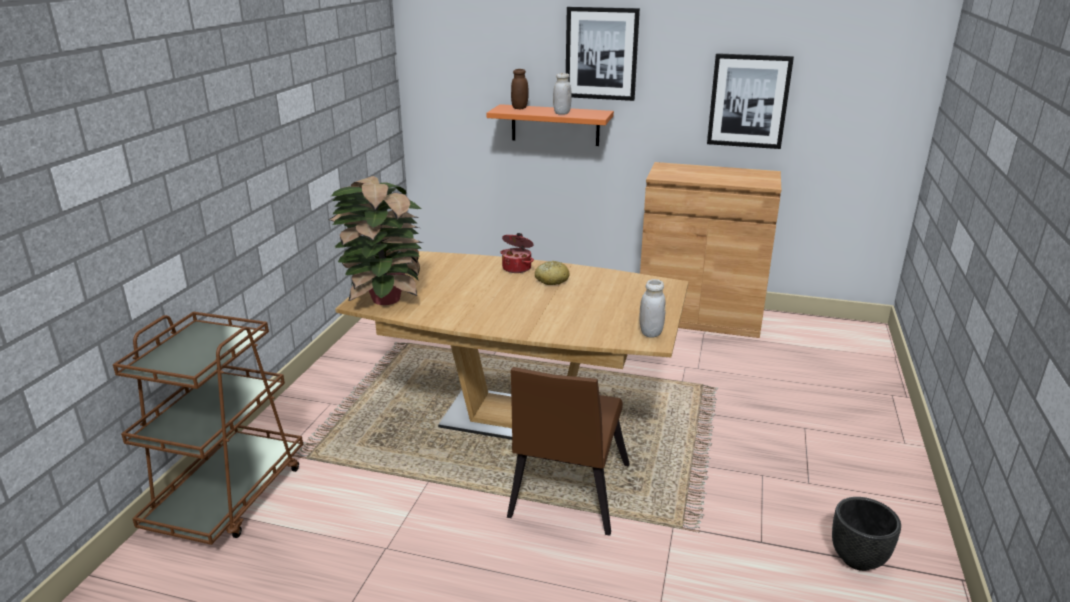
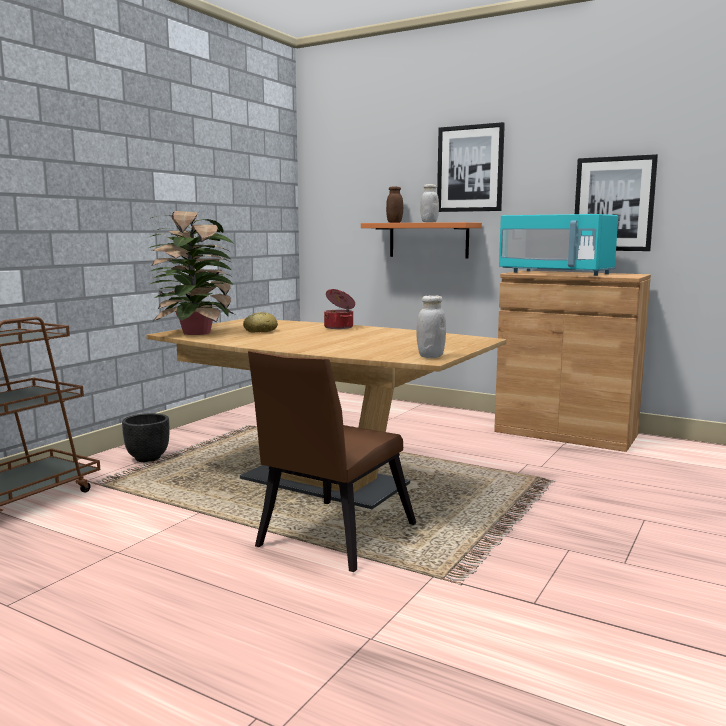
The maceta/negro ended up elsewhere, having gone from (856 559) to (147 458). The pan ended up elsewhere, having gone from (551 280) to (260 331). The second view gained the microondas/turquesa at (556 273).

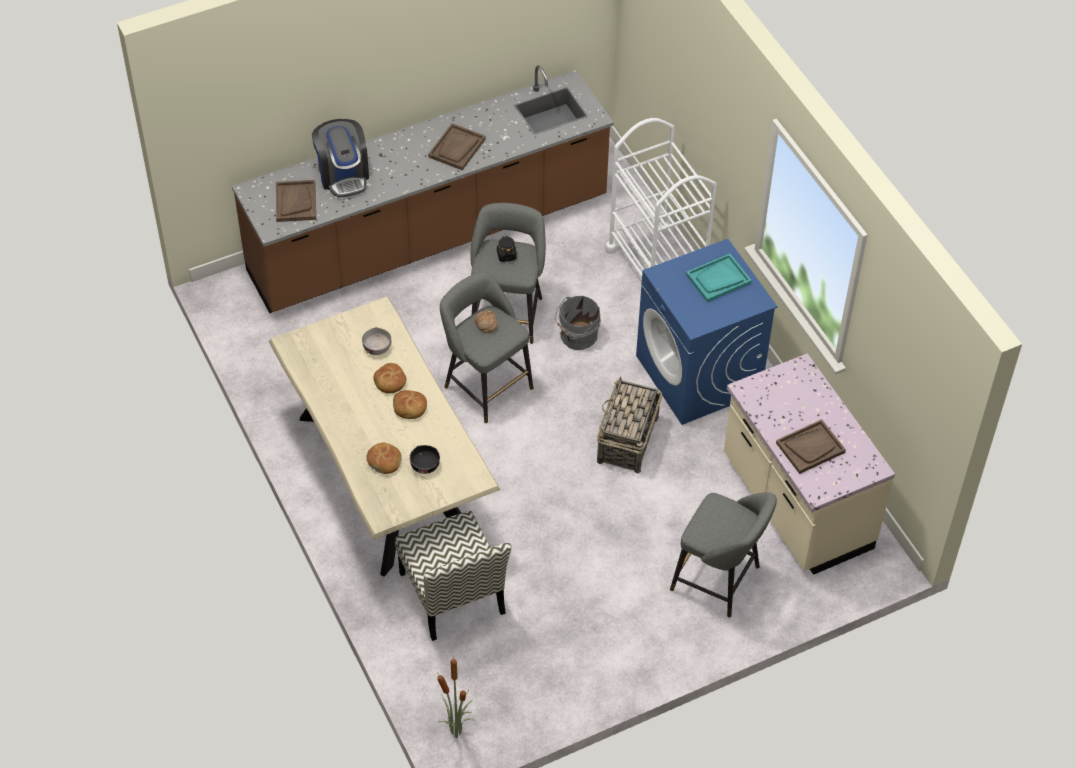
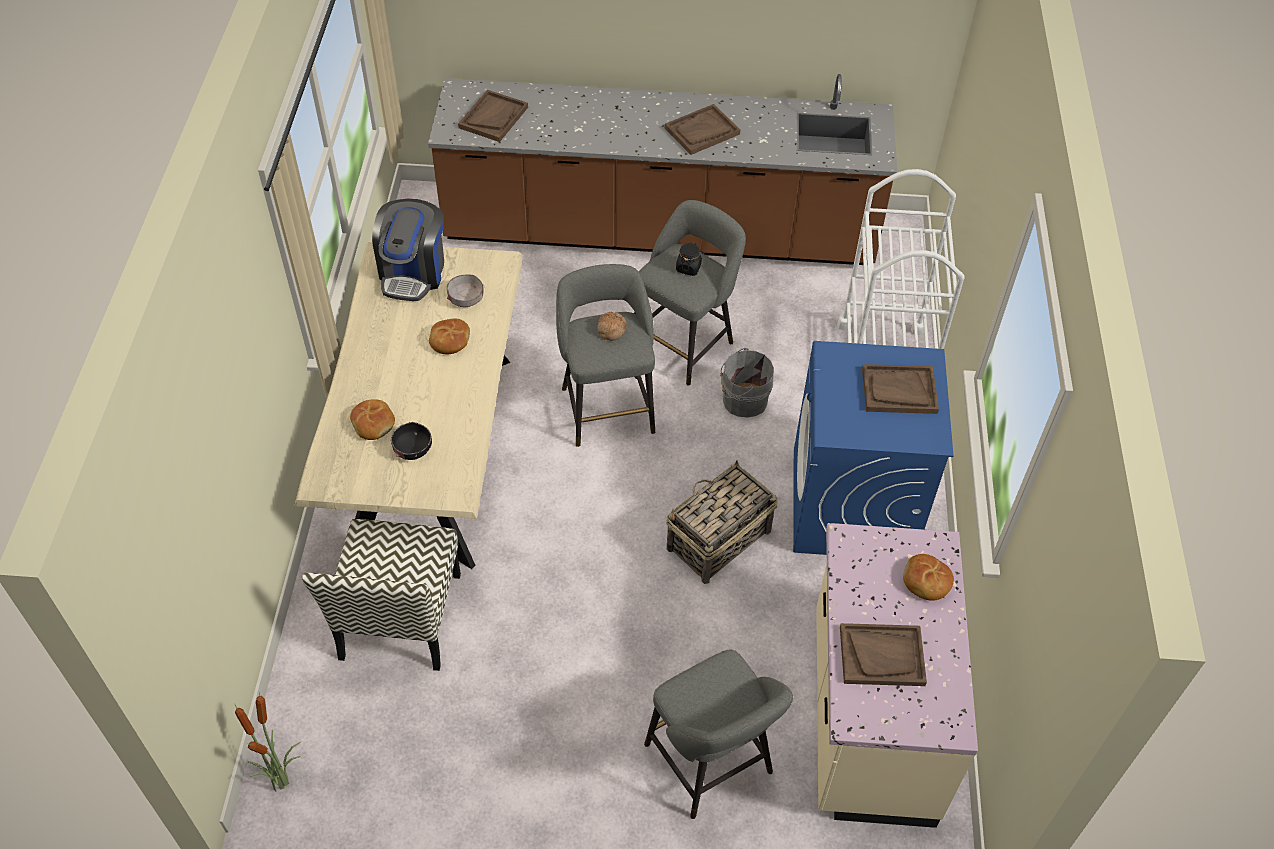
The cafetera ended up elsewhere, having gone from (343 175) to (413 272). What was the bandeja/turquesa at (718 279) turned into the bandeja/marrón at (899 391). The pan ended up elsewhere, having gone from (409 408) to (926 582).

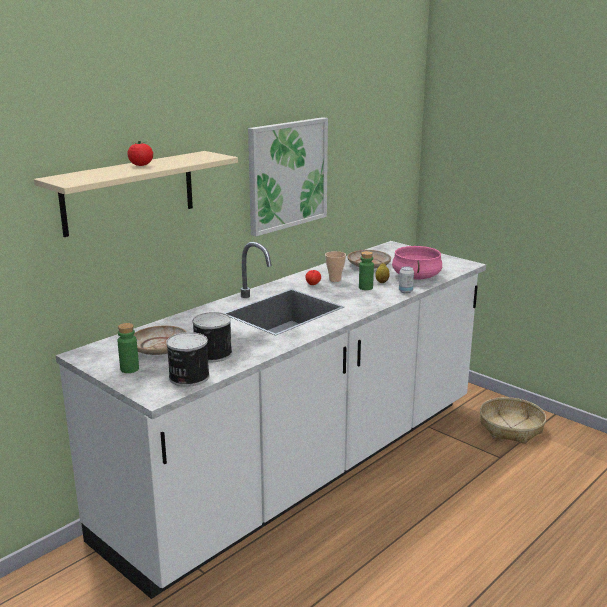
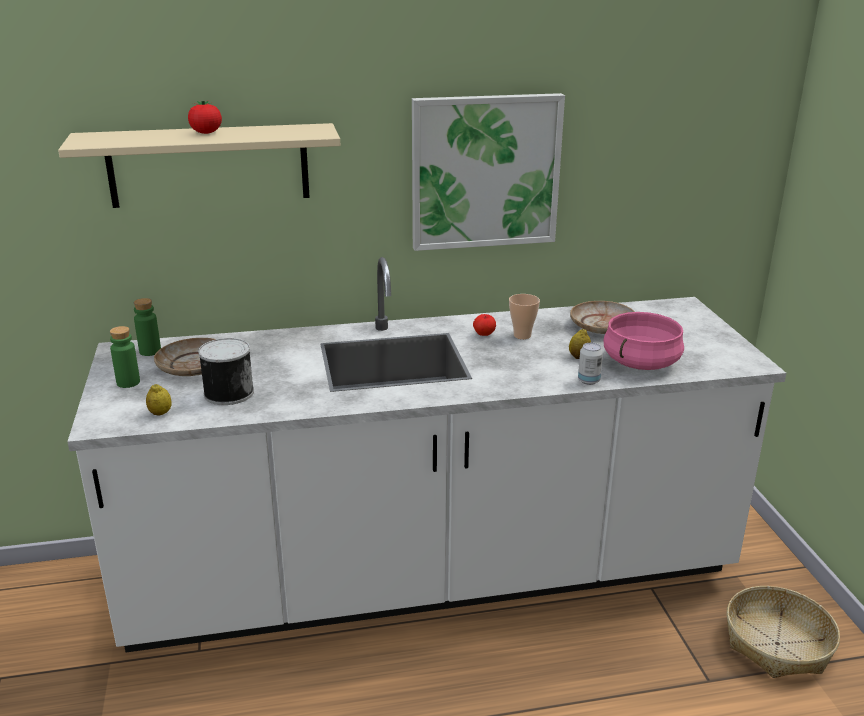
The botella/verde ended up elsewhere, having gone from (365 288) to (150 351). Where the lata stood at (188 377), the limón came to stand at (160 413).

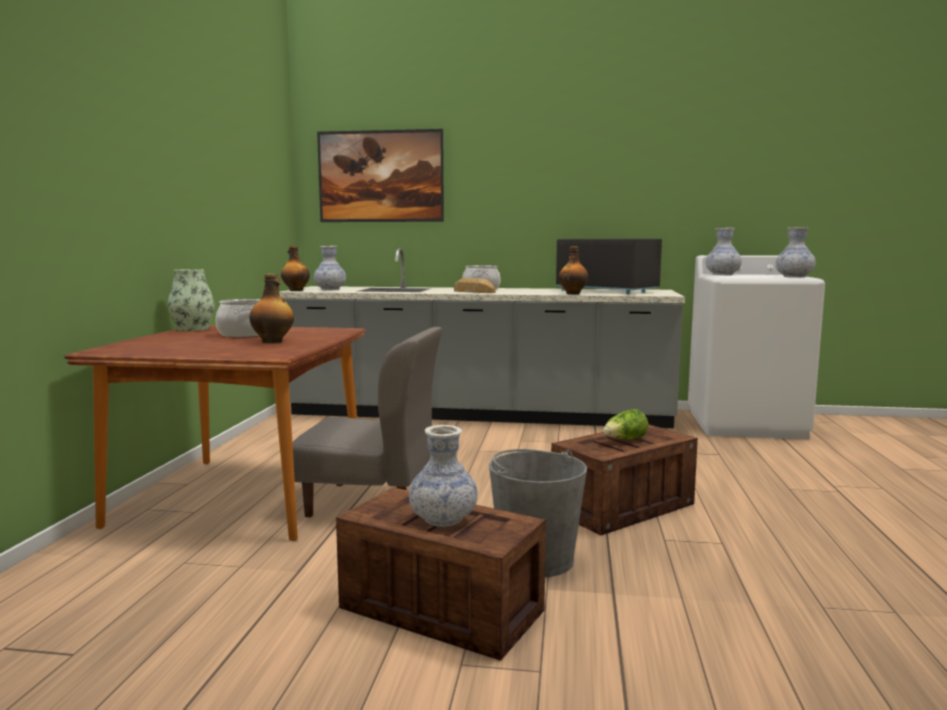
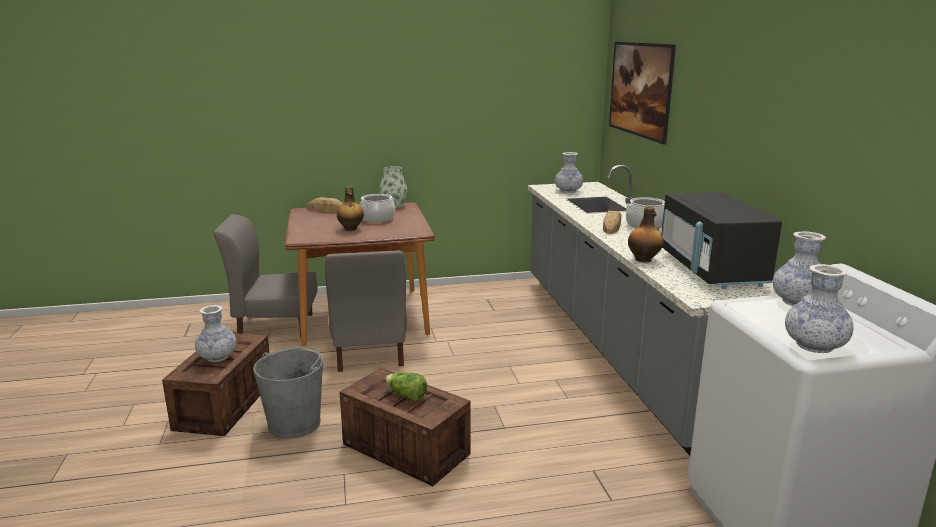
The second view gained the silla/gris at (275 326). The second view gained the pan at (326 210). The microondas/negro at (606 291) ended up facing another way, 150 degrees clockwise from before. The second view lost the botella at (295 290).

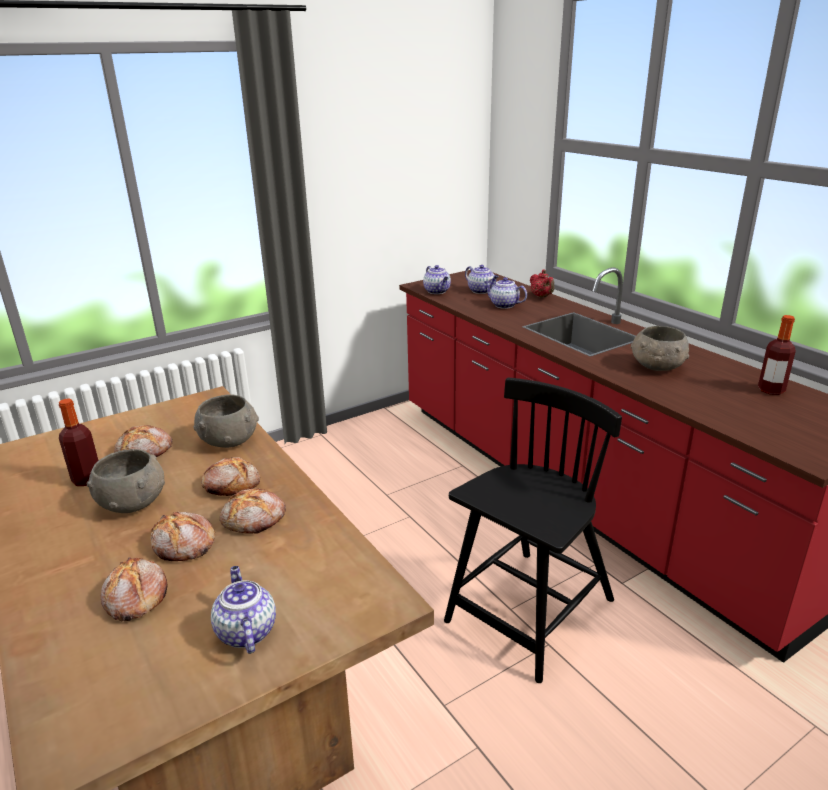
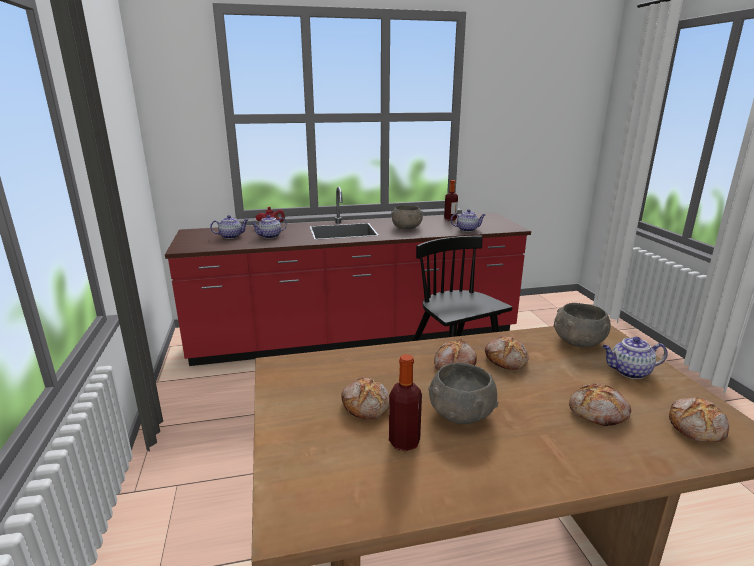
The tetera ended up elsewhere, having gone from (437 291) to (467 229). The cuenco/gris ended up elsewhere, having gone from (229 440) to (578 341). The pan ended up elsewhere, having gone from (183 545) to (697 427).

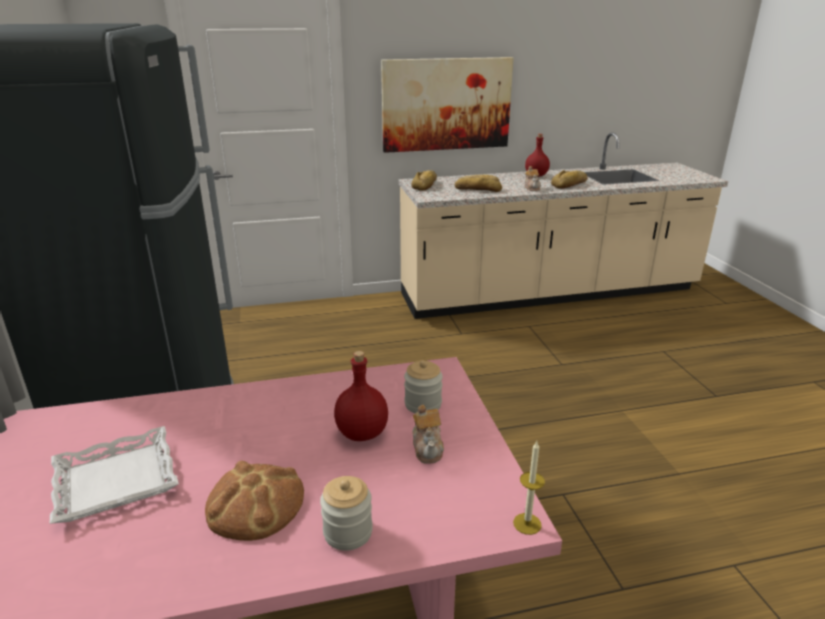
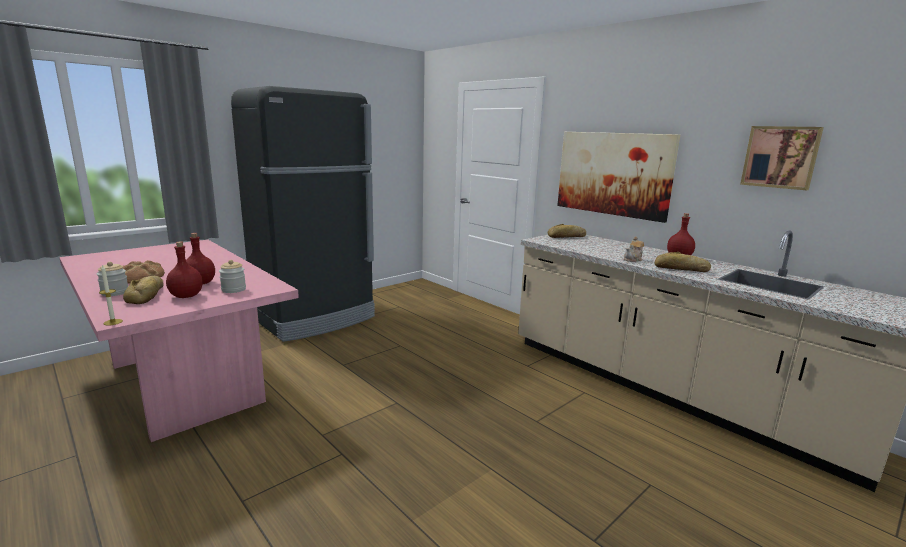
The pan ended up elsewhere, having gone from (478 189) to (147 295). Where the tetera stood at (428 448), the botella/rojo came to stand at (187 296). The second view gained the cuadro at (780 157). The second view lost the bandeja/blanco at (116 482).

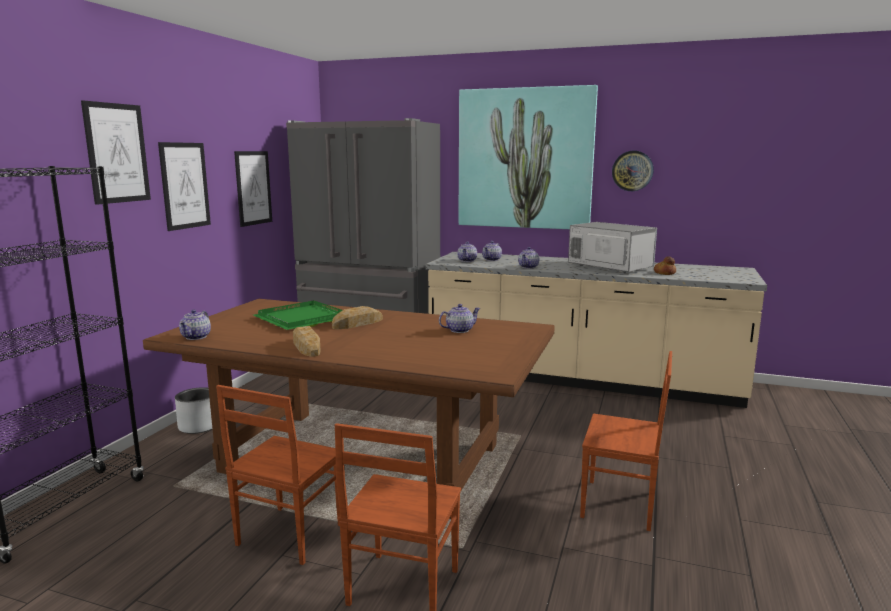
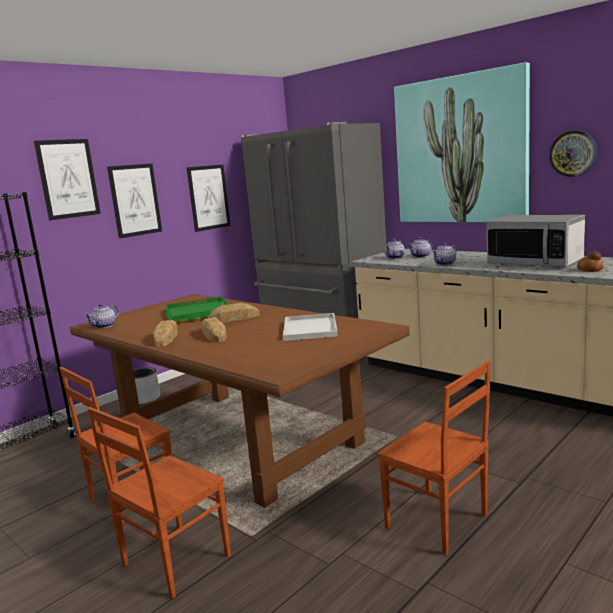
The second view gained the pan at (214 335). Where the tetera stood at (459 330), the bandeja/blanco came to stand at (309 328). The microondas at (609 267) ended up facing another way, 150 degrees clockwise from before.

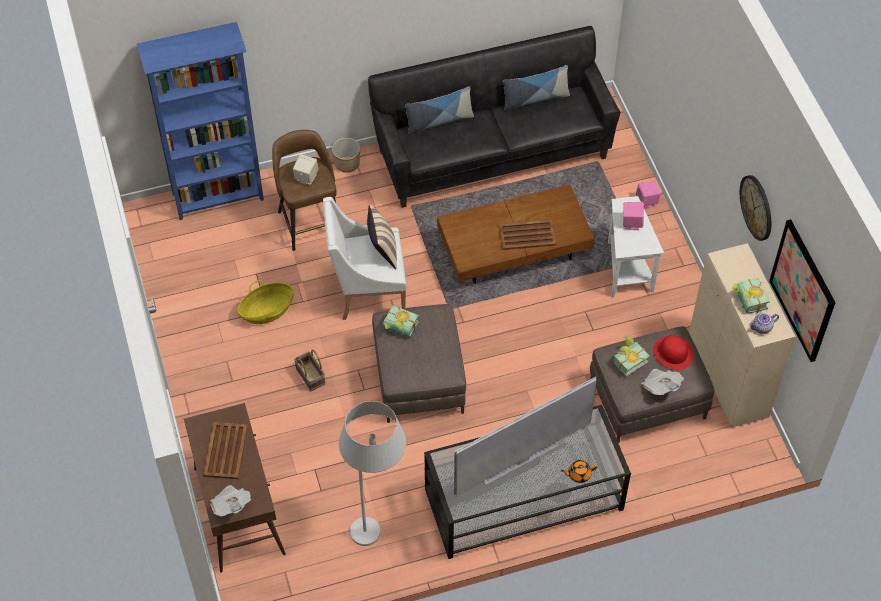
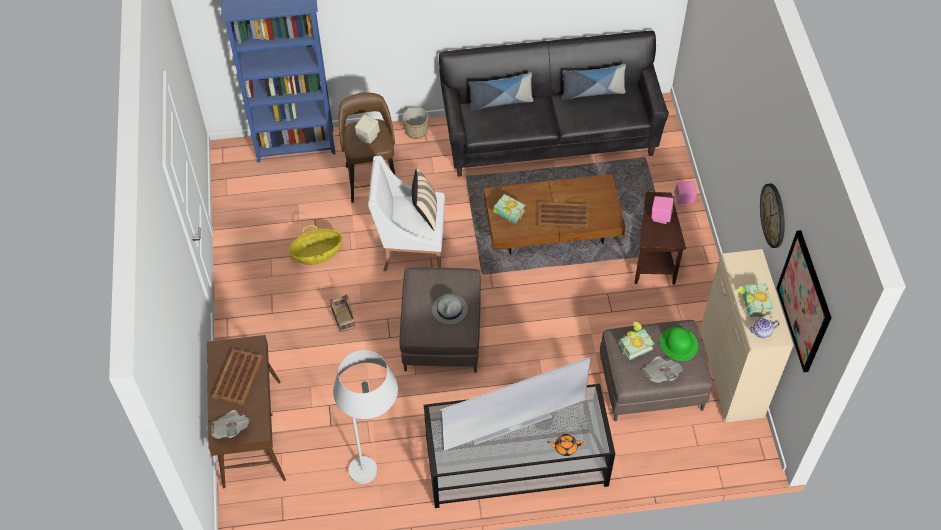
The second view gained the sombrero/gris at (450 309). The libro ended up elsewhere, having gone from (399 329) to (507 215). What was the mesa auxiliar/blanco at (626 271) turned into the mesa auxiliar/marrón at (653 261). What was the sombrero/rojo at (673 353) turned into the sombrero/verde at (678 344).

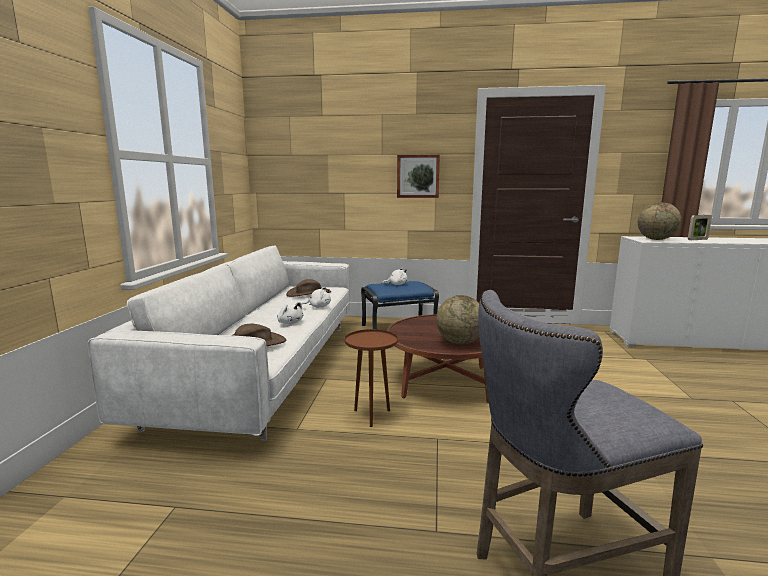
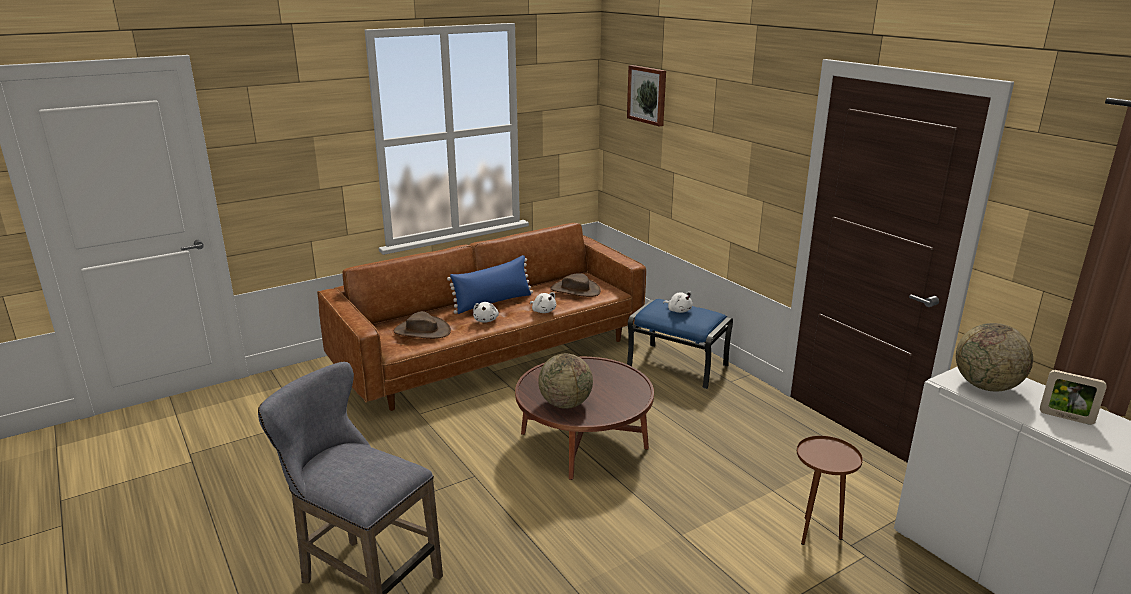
What was the sofá/blanco at (266 368) turned into the sofá/marrón at (491 353). The second view gained the cojín/azul at (493 302). The cuadro ended up elsewhere, having gone from (418 176) to (647 95). The mesa auxiliar/marrón ended up elsewhere, having gone from (371 415) to (816 533).

